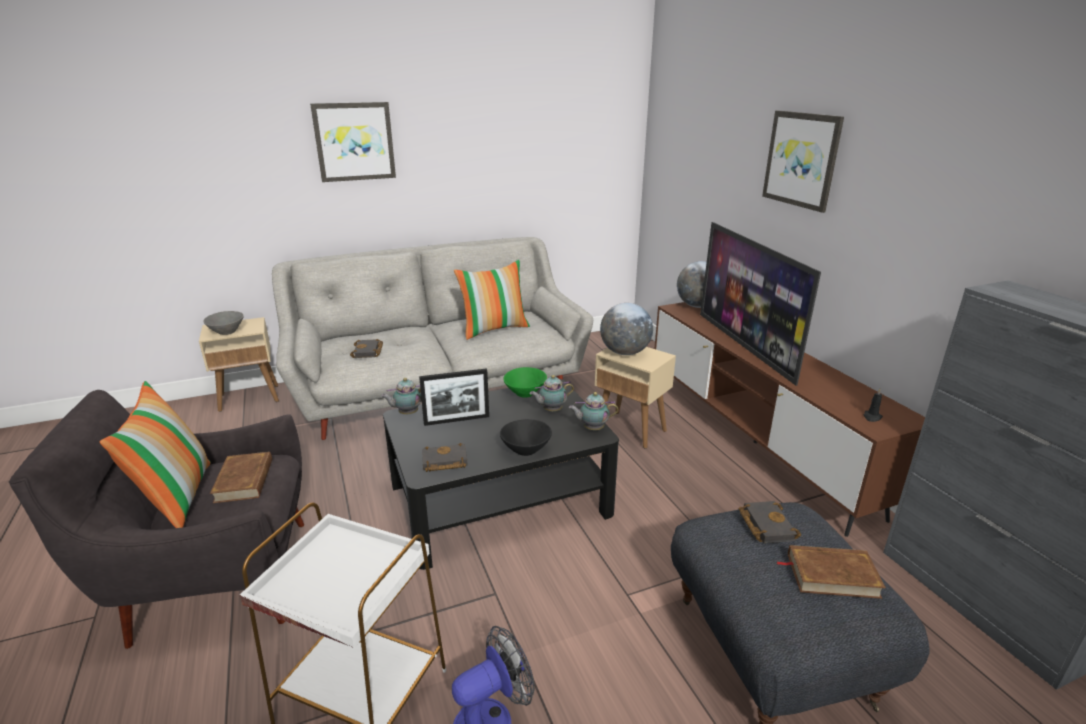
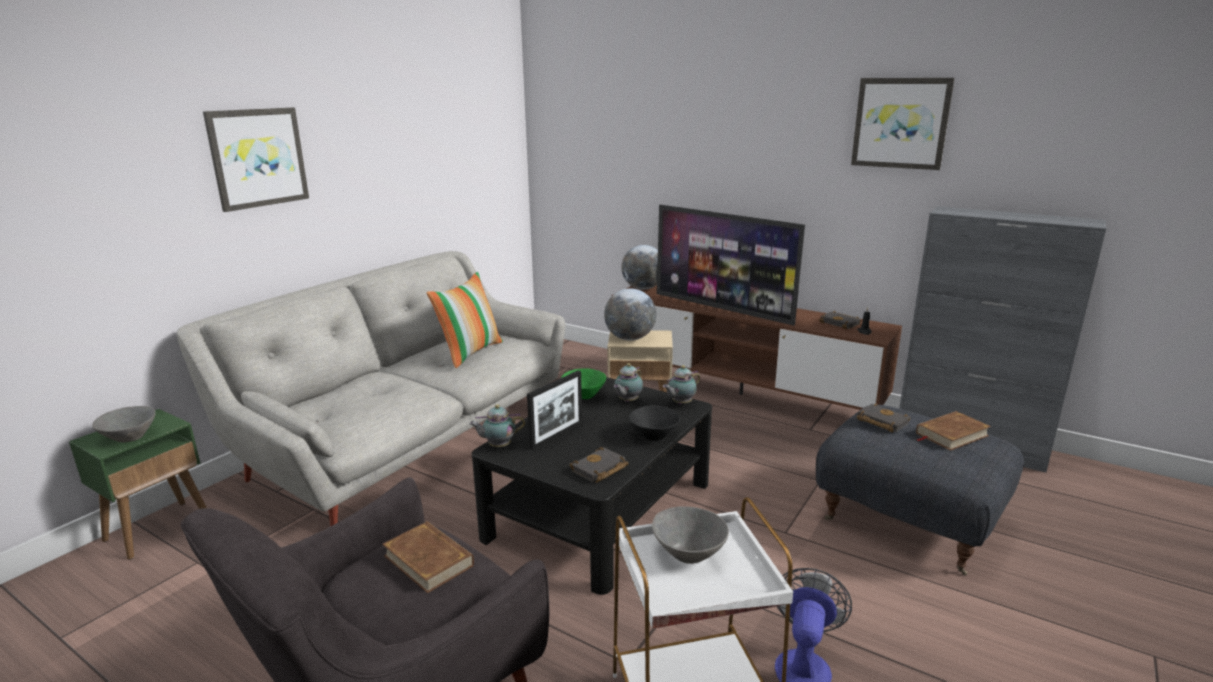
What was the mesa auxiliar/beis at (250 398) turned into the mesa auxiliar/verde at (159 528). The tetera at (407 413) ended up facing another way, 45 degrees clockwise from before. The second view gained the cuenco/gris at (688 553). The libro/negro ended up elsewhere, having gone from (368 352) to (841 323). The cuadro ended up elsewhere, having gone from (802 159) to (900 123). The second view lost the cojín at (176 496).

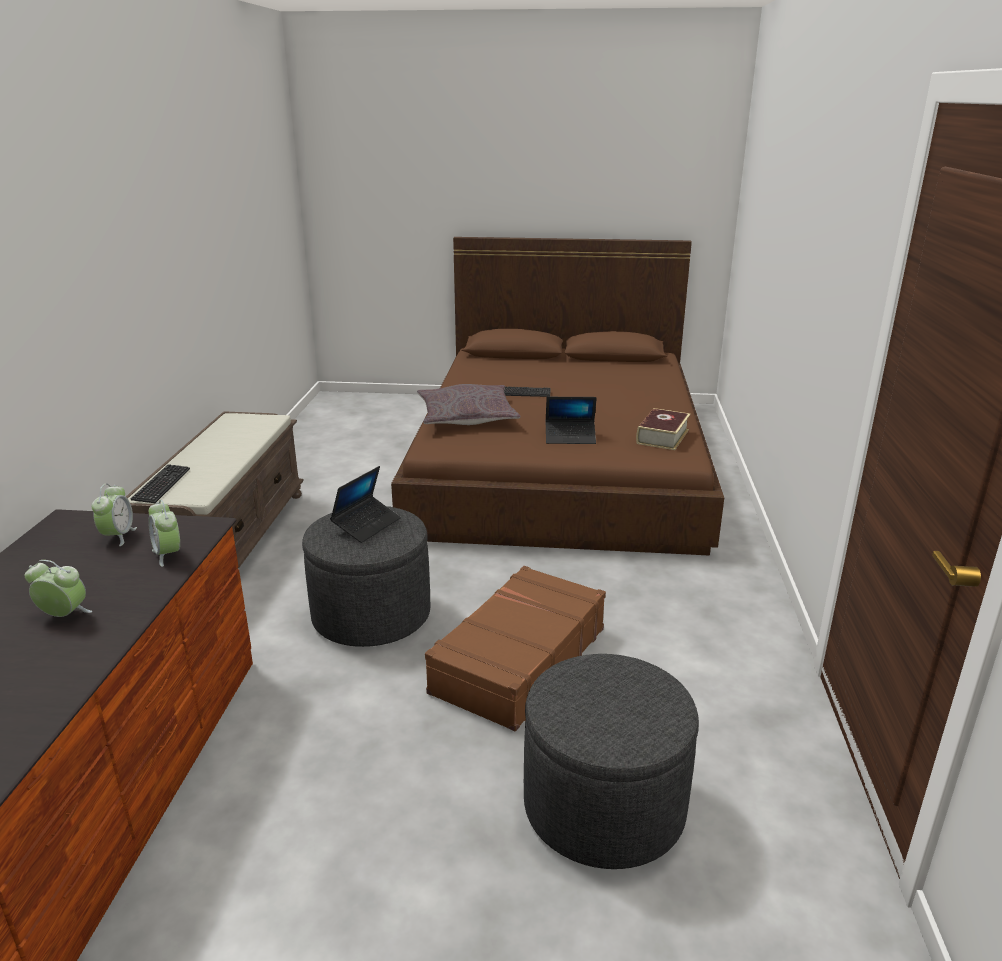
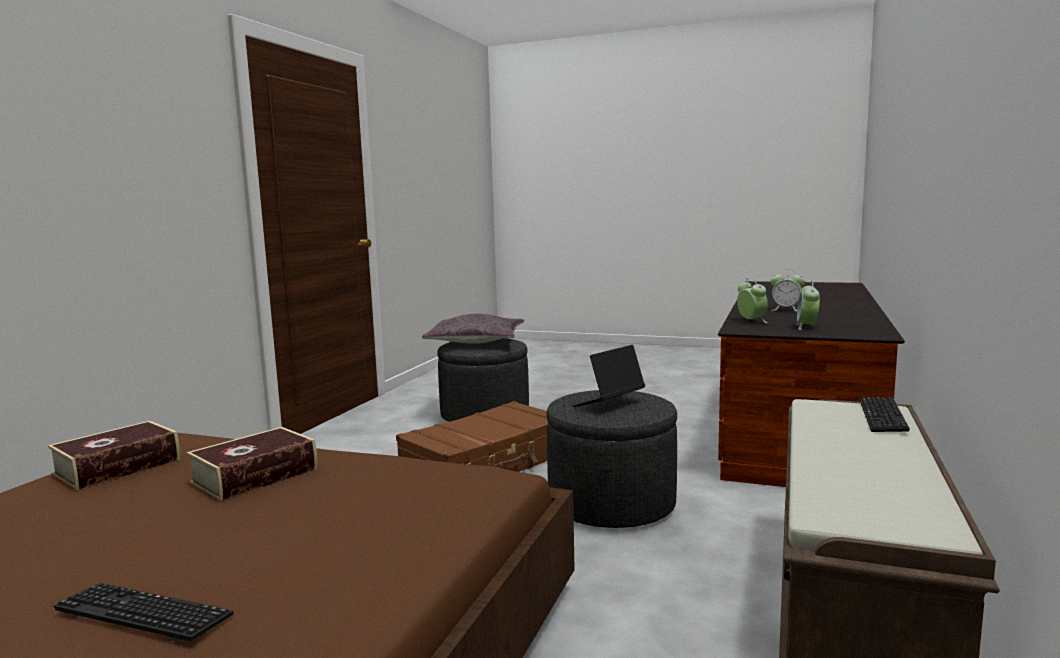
Where the portátil stood at (570 438), the libro came to stand at (255 476). The cojín/gris ended up elsewhere, having gone from (466 417) to (476 341).

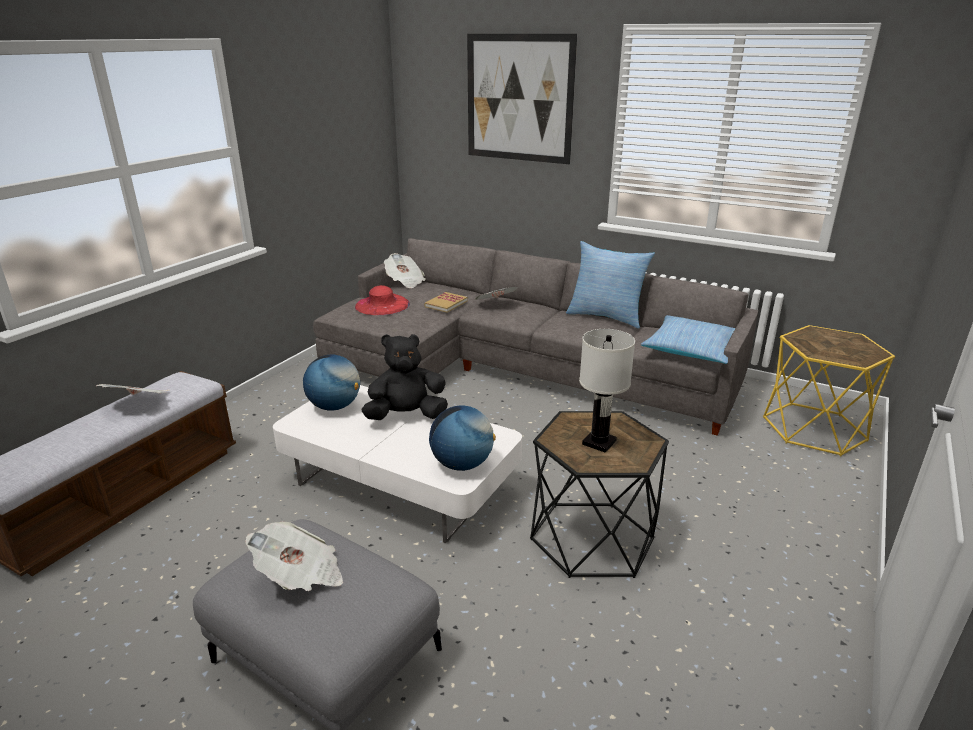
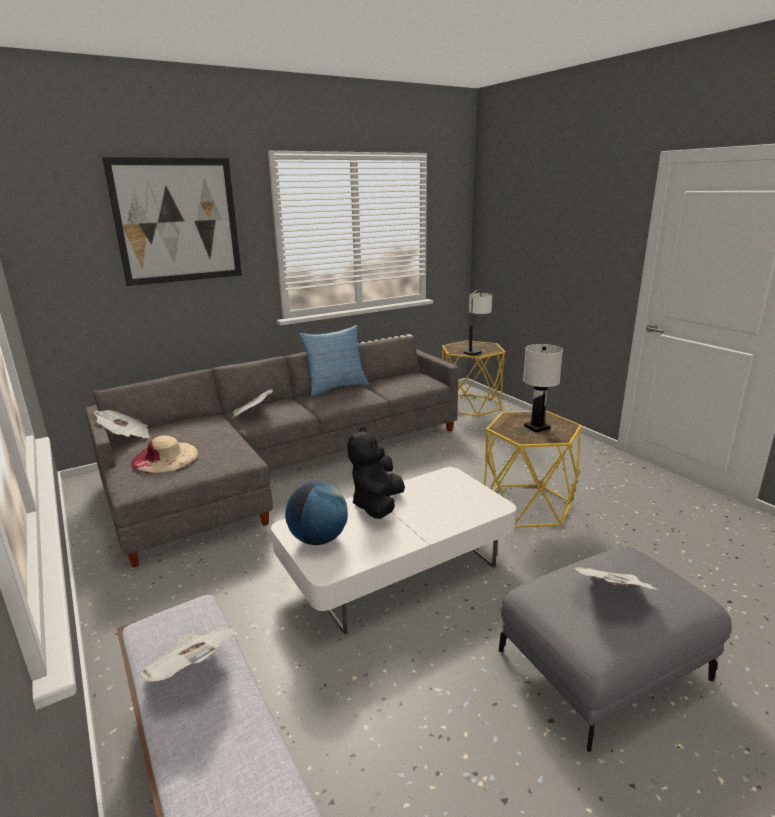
What was the sombrero/rojo at (382 305) turned into the sombrero/beis at (165 457). The second view gained the lámpara de mesa at (476 349). What was the mesa auxiliar/negro at (592 539) turned into the mesa auxiliar/amarillo at (526 505). The second view lost the libro at (446 304). The second view lost the globo terráqueo at (462 464). The second view lost the cojín at (691 349).

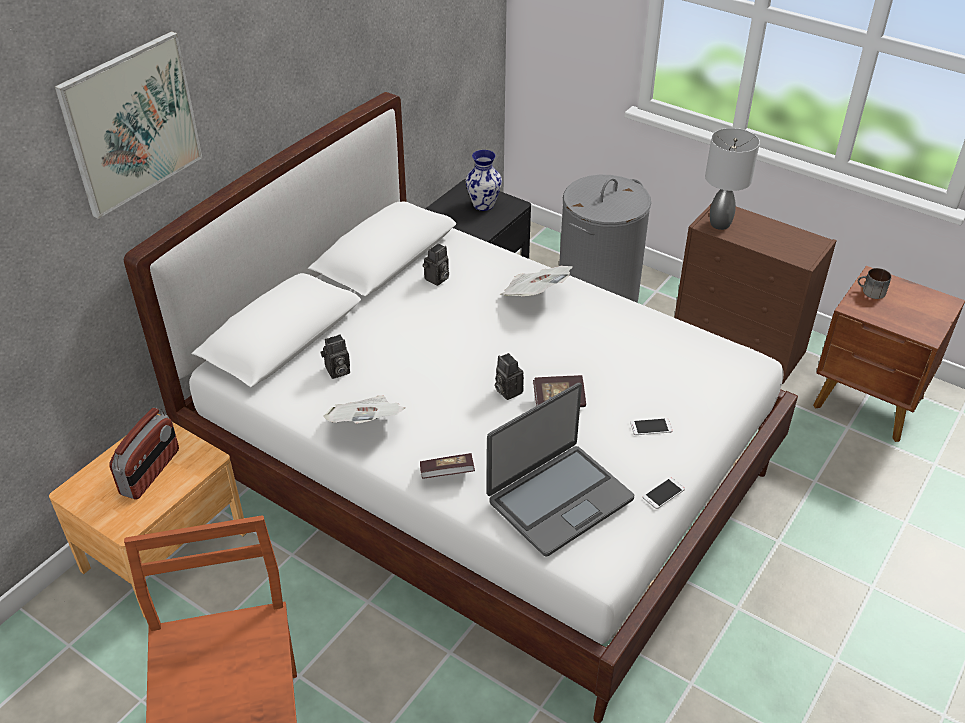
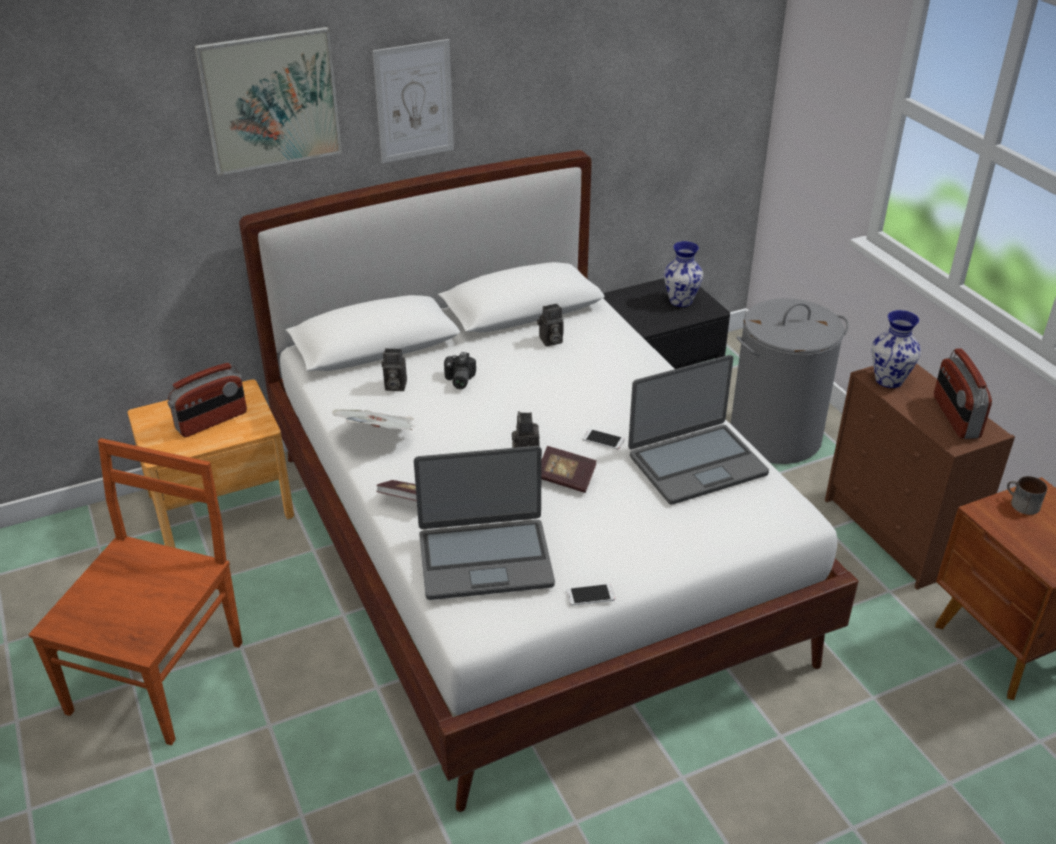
The second view gained the cuadro at (414 101). The second view gained the cámara at (458 380). The móvil ended up elsewhere, having gone from (651 427) to (603 439). The second view gained the portátil at (696 464). Where the lámpara de mesa/gris stood at (720 224), the florero came to stand at (889 380). The second view gained the radio at (955 417). The second view lost the periódico at (535 296).

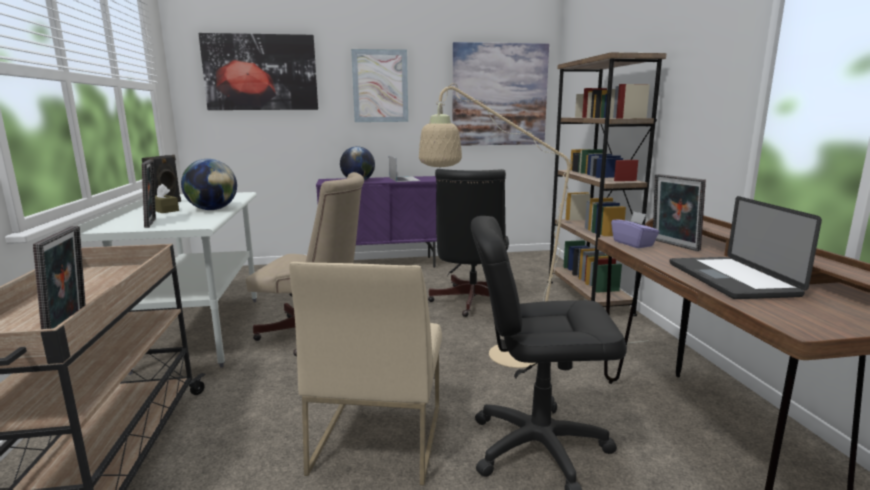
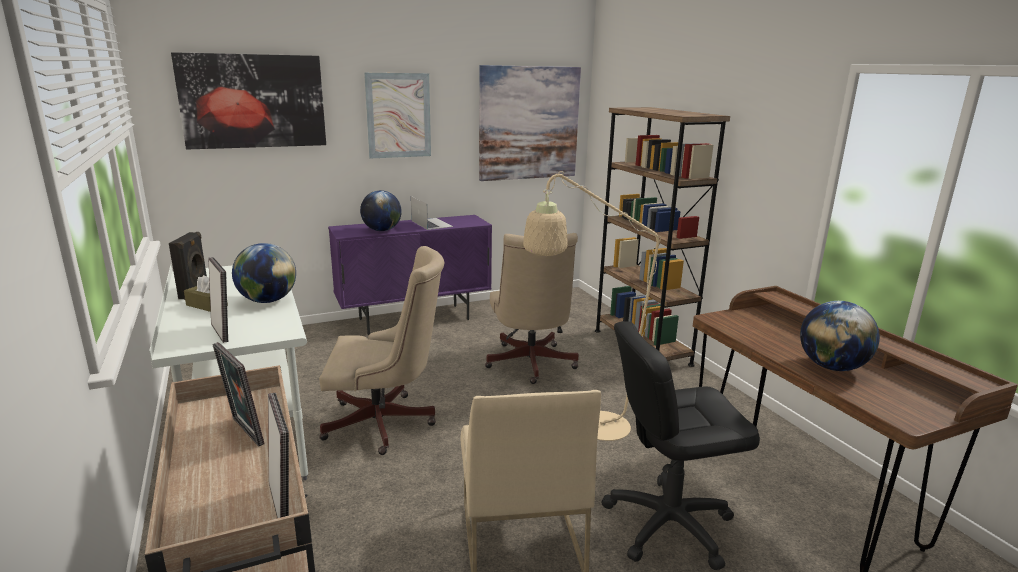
The portarretratos ended up elsewhere, having gone from (673 245) to (243 432). What was the silla de oficina/negro at (470 302) turned into the silla de oficina/beis at (530 365). Where the portátil stood at (730 279), the globo terráqueo came to stand at (831 367). The second view lost the caja de pañuelos/morado at (633 244).

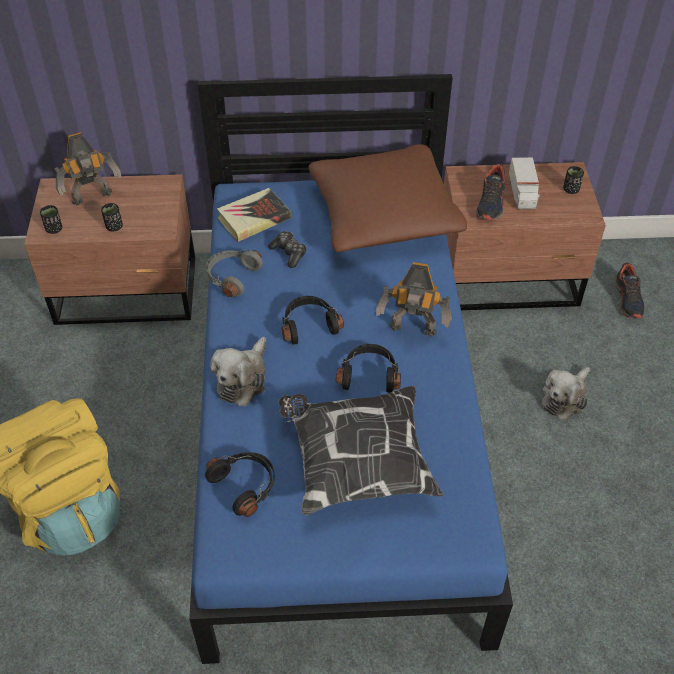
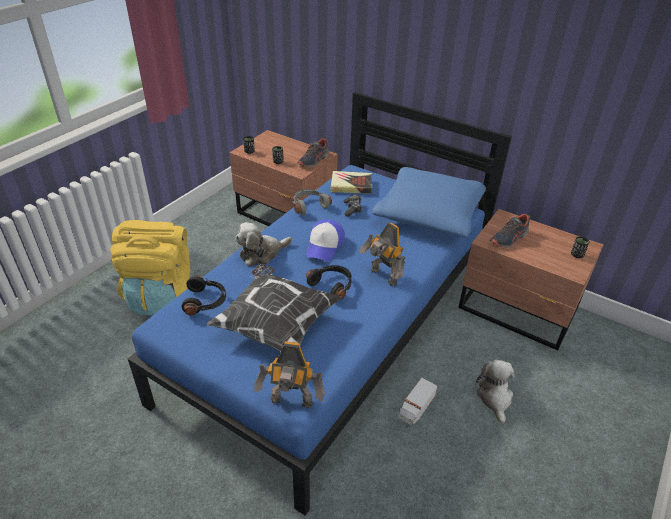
The robot de juguete ended up elsewhere, having gone from (93 198) to (291 403). The zapato ended up elsewhere, having gone from (628 299) to (314 160). Where the auriculares/negro stood at (309 325), the gorra came to stand at (325 246). What was the cojín/marrón at (384 215) turned into the cojín/azul at (429 214). The camión de juguete ended up elsewhere, having gone from (522 193) to (416 408). The peluche at (565 398) ended up facing another way, 105 degrees clockwise from before.

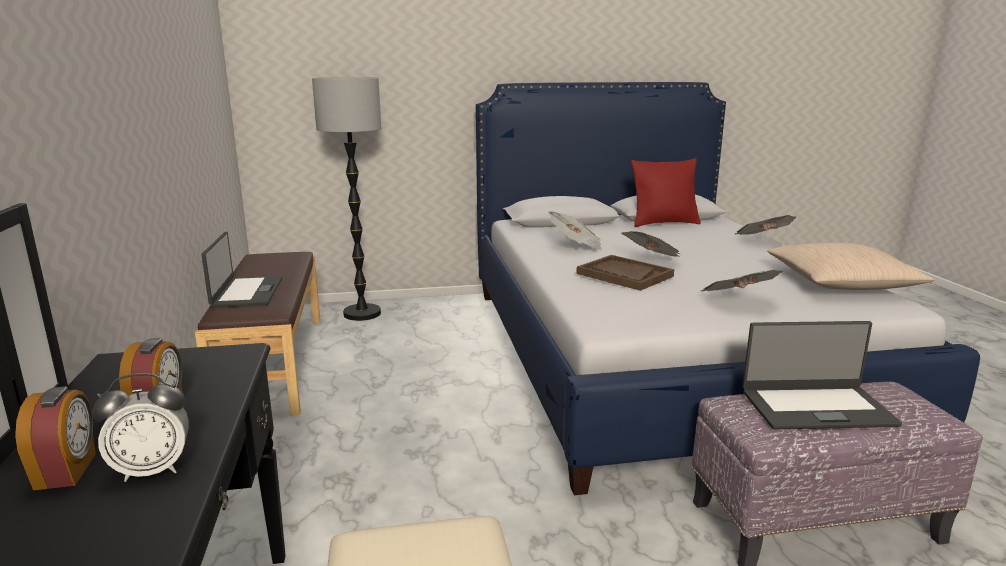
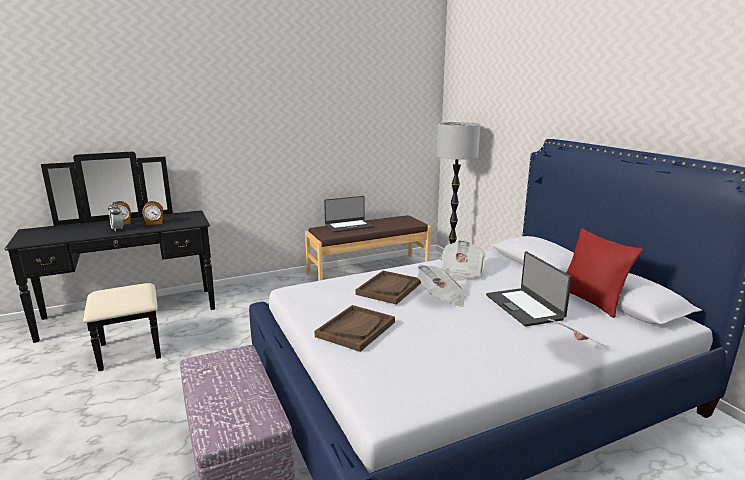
Where the periódico stood at (737 300), the bandeja/marrón came to stand at (355 329). The portátil ended up elsewhere, having gone from (816 407) to (524 307). The second view lost the cojín/beis at (841 283).

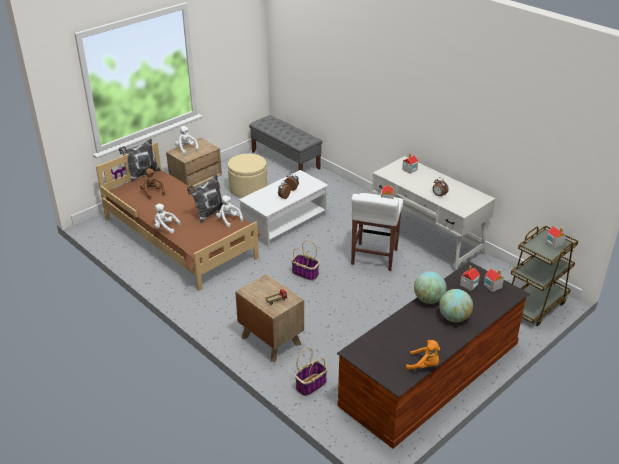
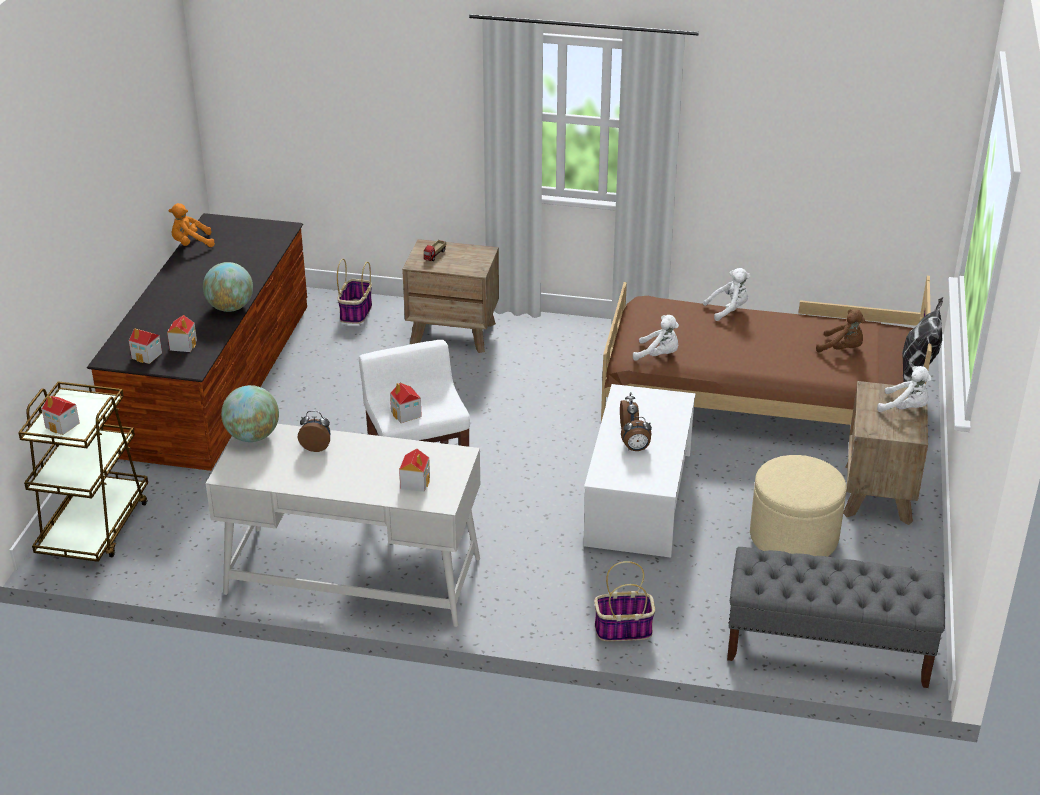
The globo terráqueo ended up elsewhere, having gone from (454 318) to (252 436). The cesta ended up elsewhere, having gone from (306 273) to (622 630). The second view lost the cojín at (209 213).

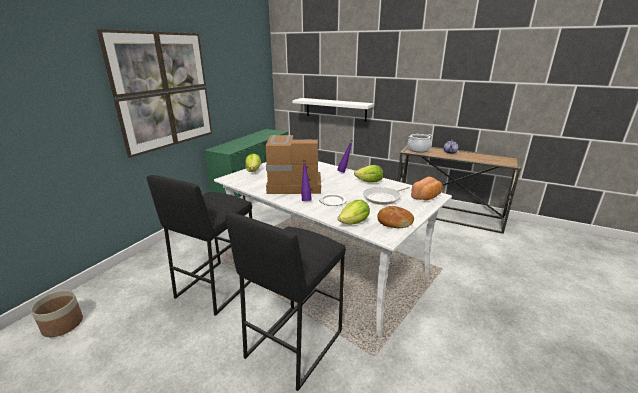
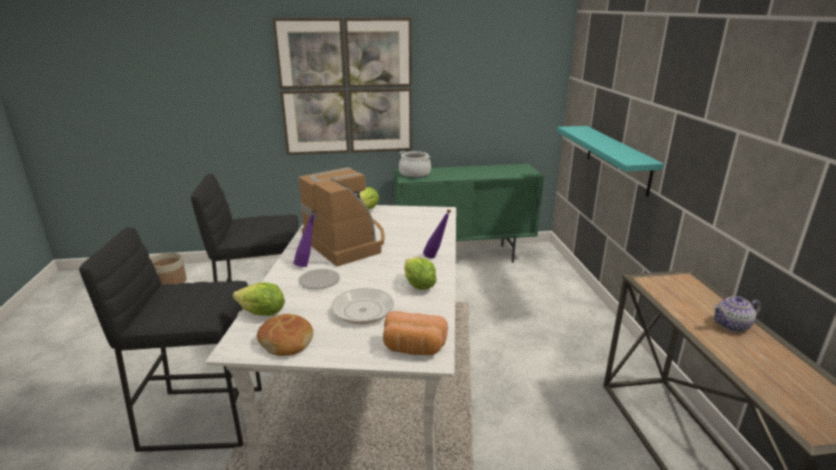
The olla ended up elsewhere, having gone from (418 150) to (414 174). What was the estante/blanco at (335 109) turned into the estante/turquesa at (617 159).

